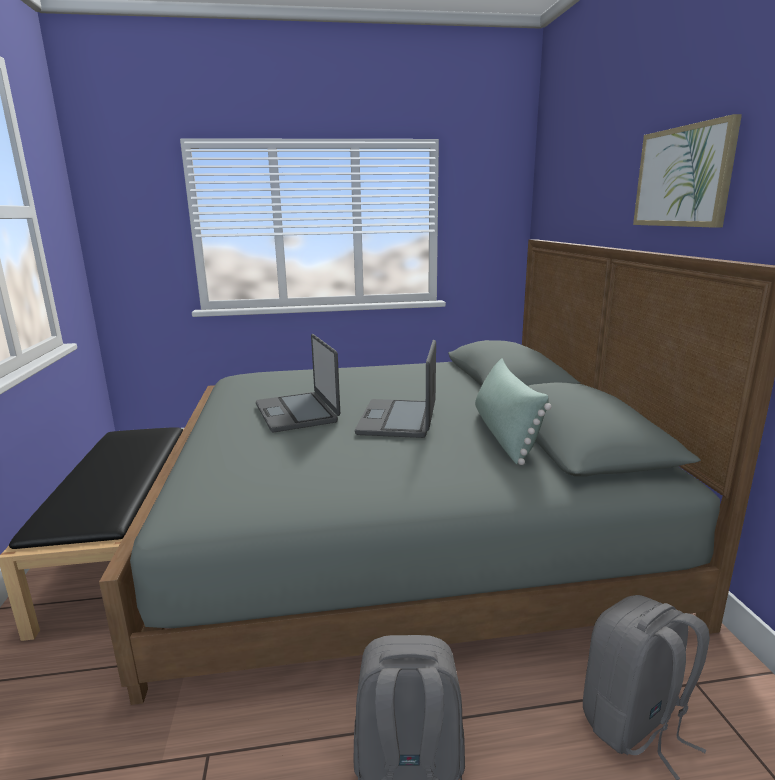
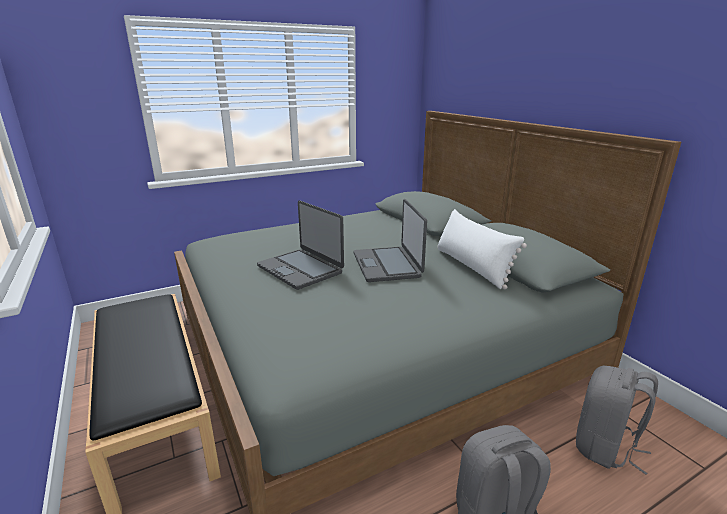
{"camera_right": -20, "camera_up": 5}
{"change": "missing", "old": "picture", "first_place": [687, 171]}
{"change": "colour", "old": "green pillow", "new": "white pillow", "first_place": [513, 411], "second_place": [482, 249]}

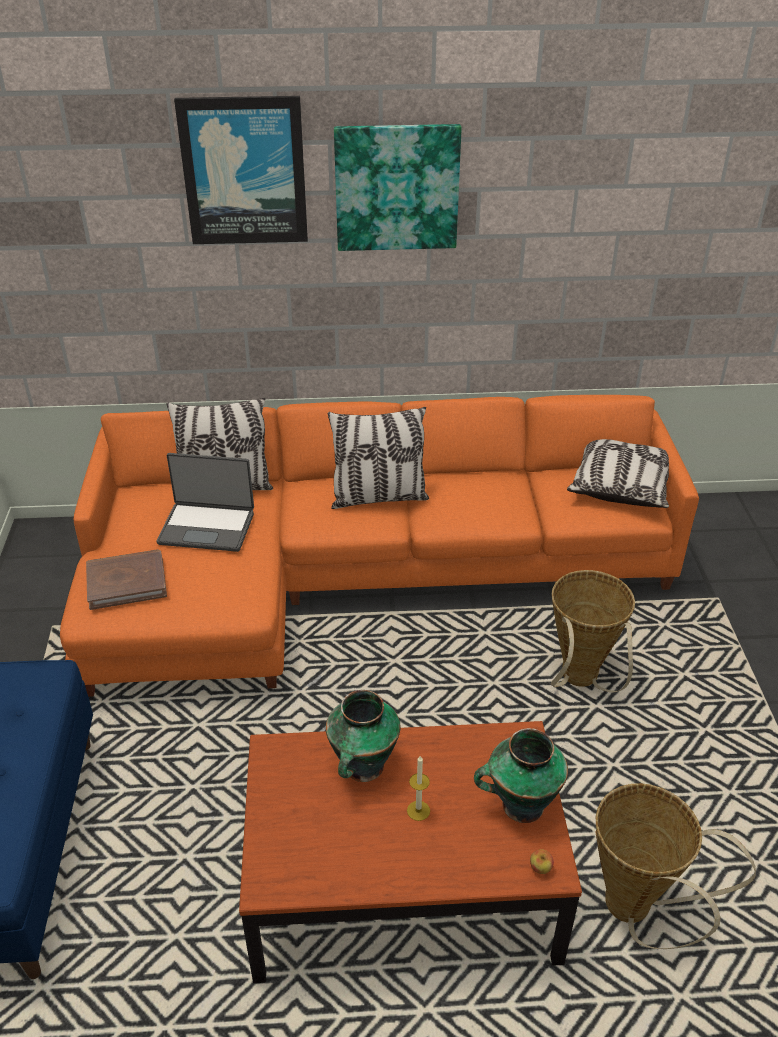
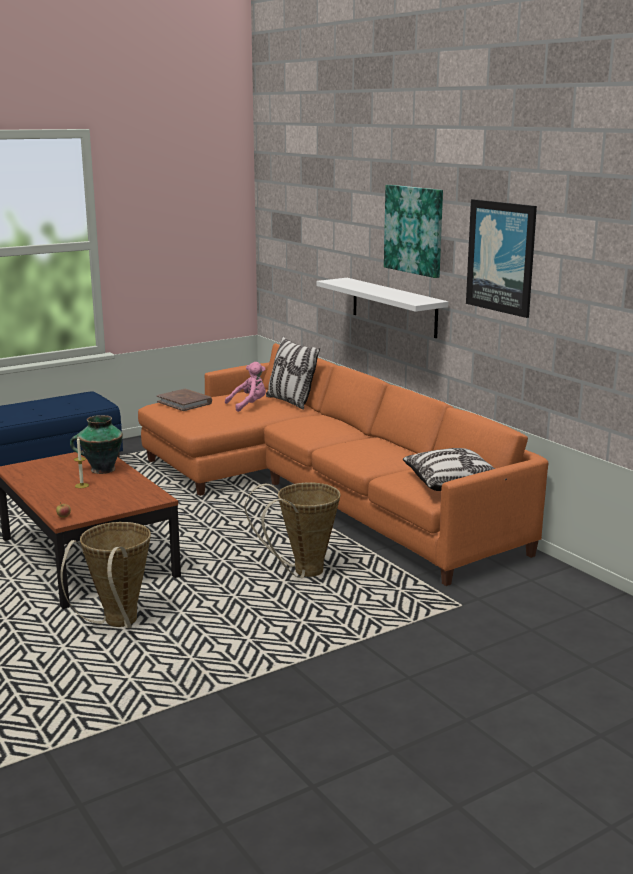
{"camera_right": 60, "camera_up": -20}
{"change": "missing", "old": "pillow", "first_place": [378, 458]}
{"change": "missing", "old": "vase", "first_place": [521, 775]}
{"change": "appeared", "new": "white shelf", "second_place": [382, 308]}
{"change": "relocated", "old": "picture", "first_place": [241, 170], "second_place": [501, 258]}
{"change": "exchanged", "old": "laptop", "new": "pink plush toy", "first_place": [205, 502], "second_place": [245, 387]}

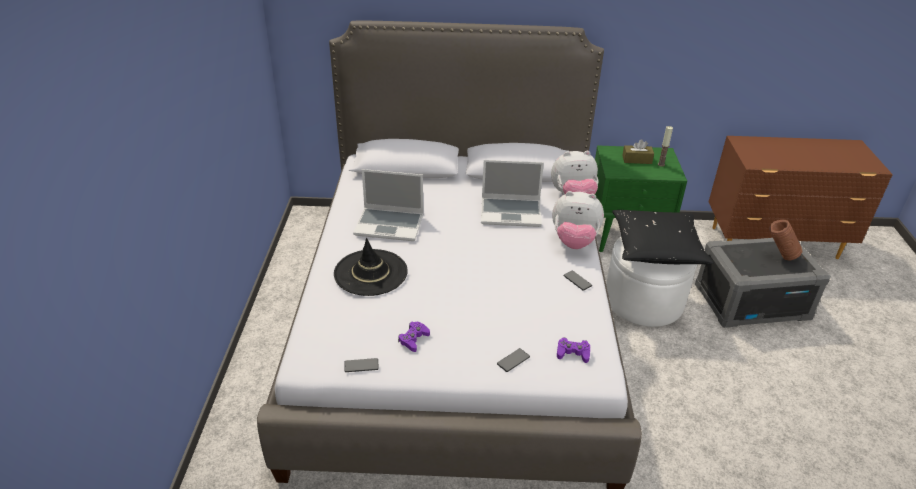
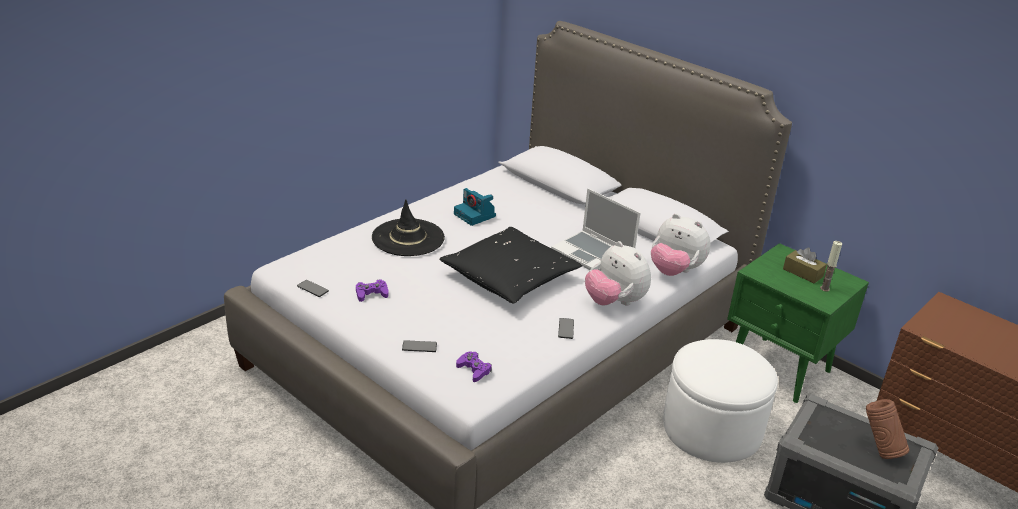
{"camera_right": 40, "camera_up": -5}
{"change": "relocated", "old": "black pillow", "first_place": [663, 237], "second_place": [510, 265]}
{"change": "exchanged", "old": "laptop", "new": "photo camera", "first_place": [388, 205], "second_place": [475, 207]}

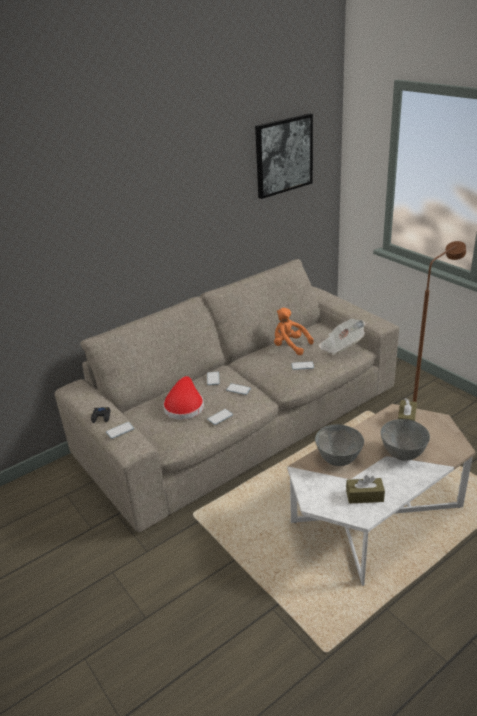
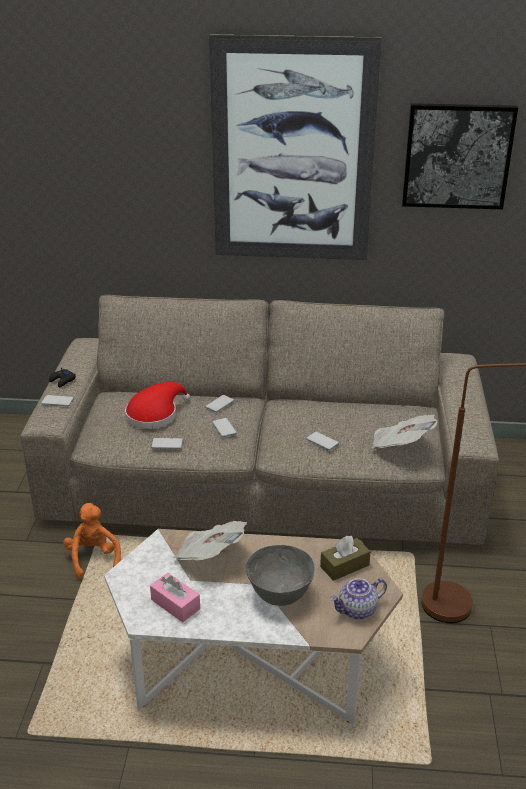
{"camera_right": 40, "camera_up": 0}
{"change": "appeared", "new": "picture", "second_place": [295, 147]}
{"change": "appeared", "new": "teapot", "second_place": [358, 598]}
{"change": "relocated", "old": "orange plush toy", "first_place": [294, 331], "second_place": [92, 541]}
{"change": "exchanged", "old": "grey bowl", "new": "newspaper", "first_place": [339, 445], "second_place": [210, 540]}
{"change": "colour", "old": "brown tissue box", "new": "pink tissue box", "first_place": [365, 489], "second_place": [175, 597]}

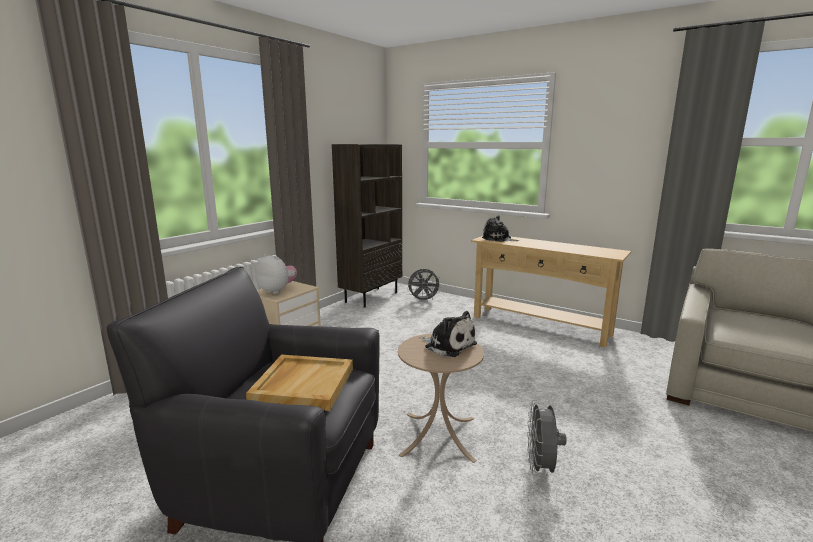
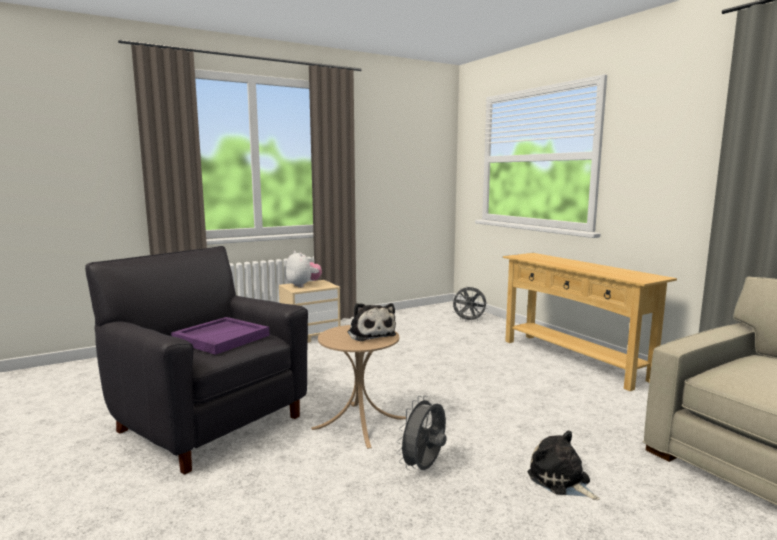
{"camera_right": 25, "camera_up": -5}
{"change": "missing", "old": "brown bookcase", "first_place": [367, 226]}
{"change": "relocated", "old": "plush toy", "first_place": [500, 228], "second_place": [564, 465]}
{"change": "colour", "old": "beige tray", "new": "purple tray", "first_place": [299, 383], "second_place": [220, 336]}

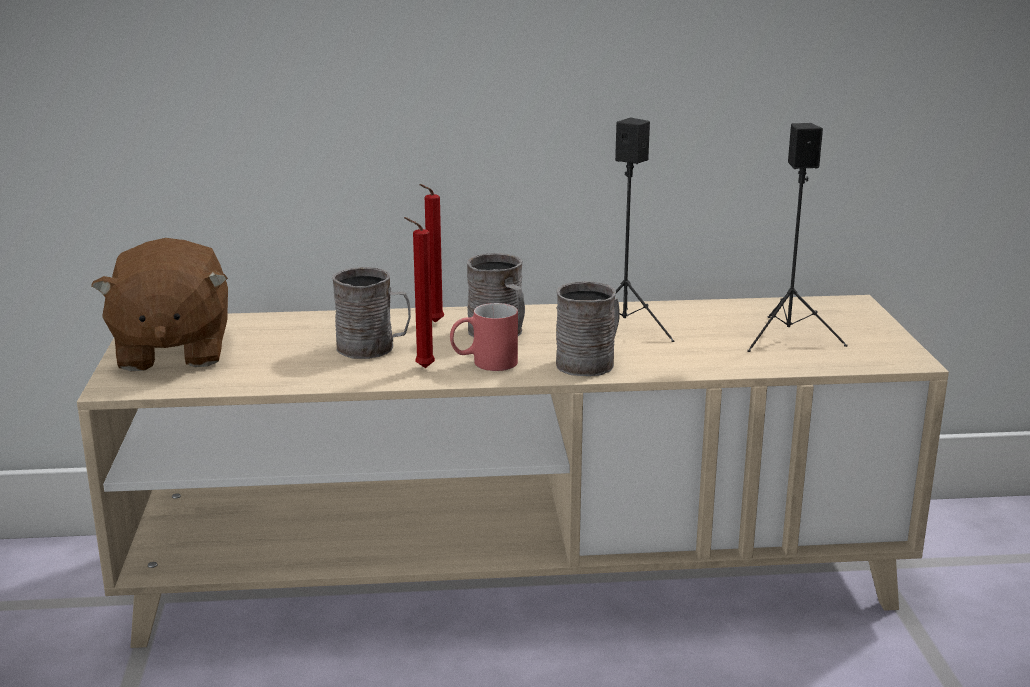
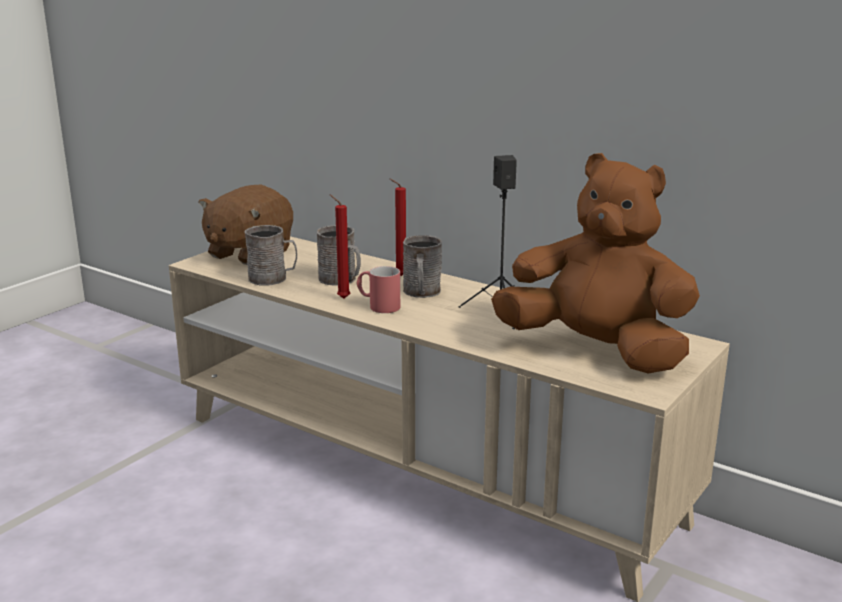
{"camera_right": 40, "camera_up": 0}
{"change": "relocated", "old": "grey mug", "first_place": [587, 328], "second_place": [270, 255]}
{"change": "exchanged", "old": "black speaker", "new": "brown plush toy", "first_place": [797, 237], "second_place": [595, 263]}

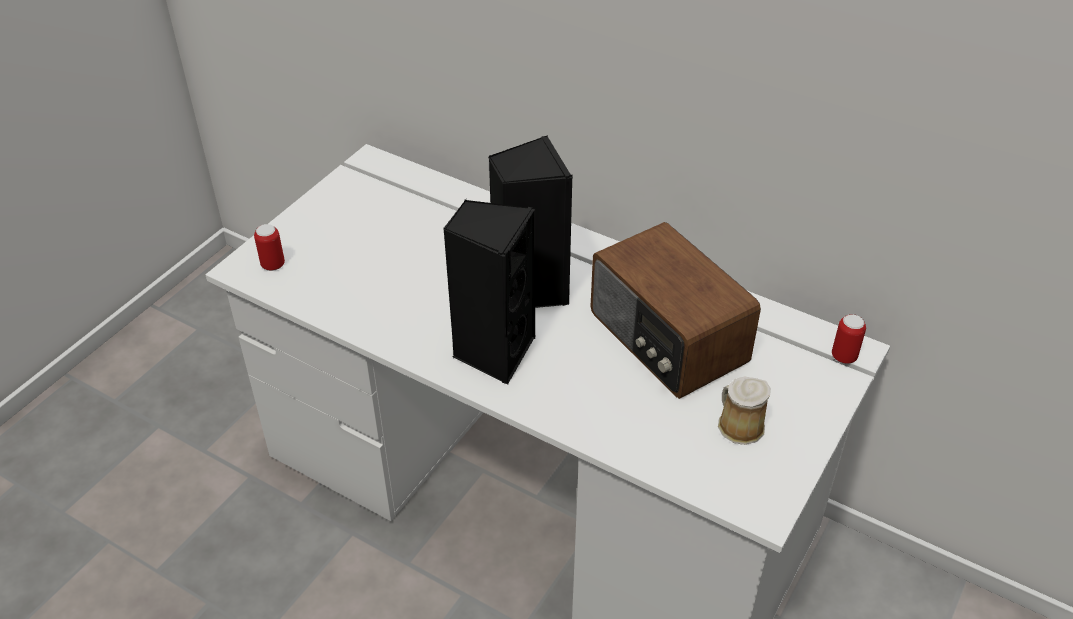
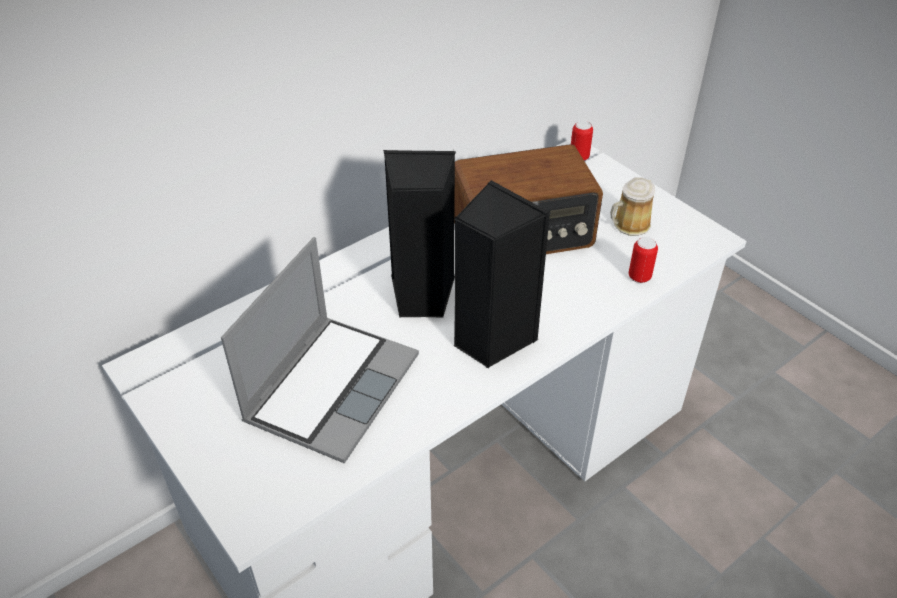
{"camera_right": -70, "camera_up": 0}
{"change": "appeared", "new": "laptop", "second_place": [320, 350]}
{"change": "relocated", "old": "can", "first_place": [269, 247], "second_place": [643, 260]}

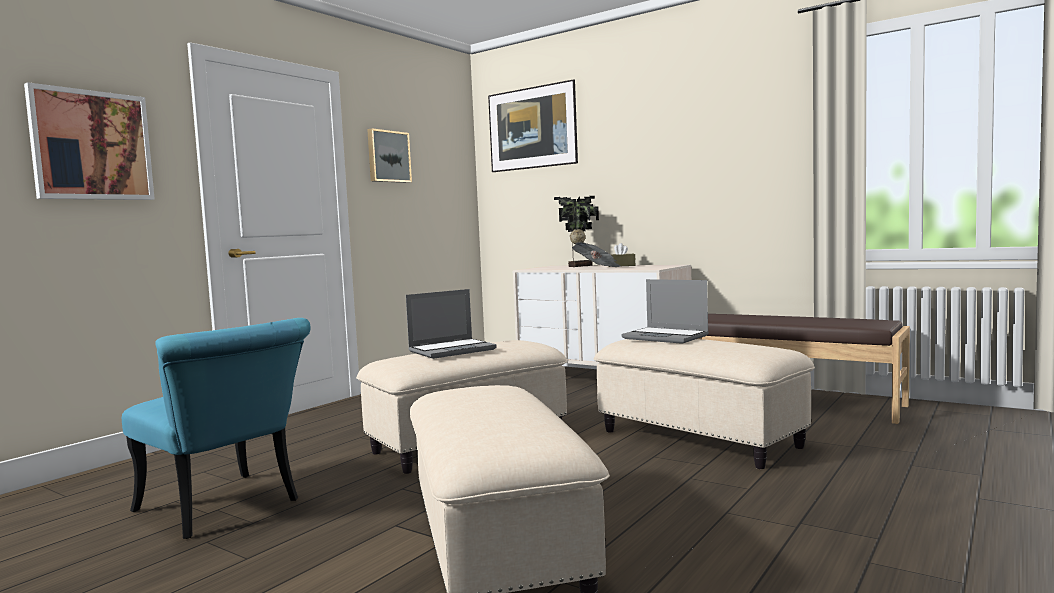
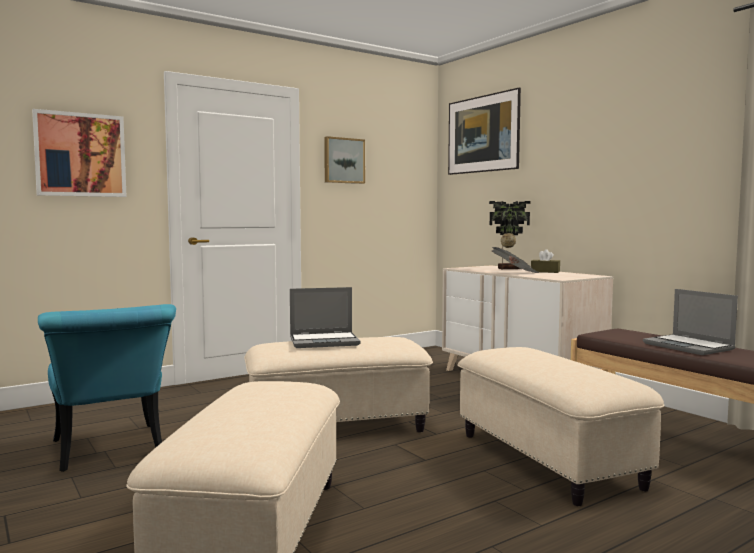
{"camera_right": 20, "camera_up": 0}
{"change": "relocated", "old": "laptop", "first_place": [665, 311], "second_place": [690, 322]}

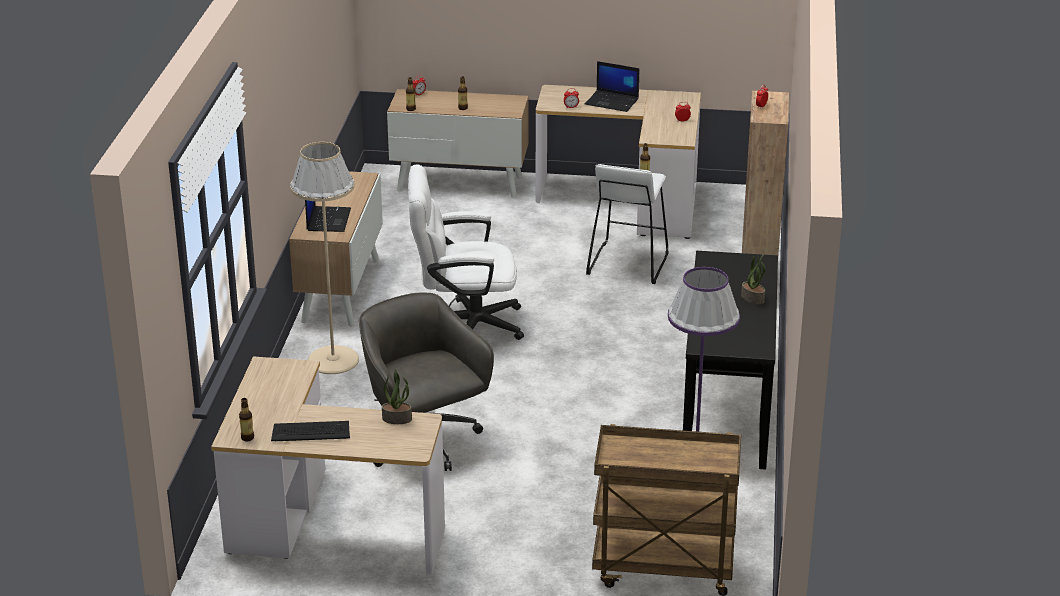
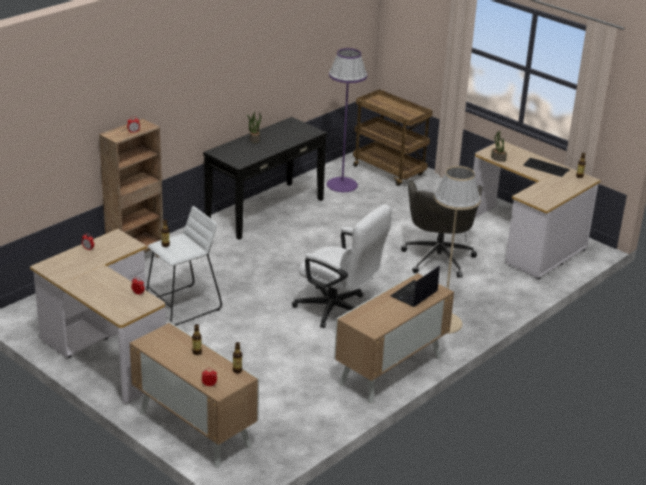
{"camera_right": -145, "camera_up": 0}
{"change": "missing", "old": "laptop", "first_place": [612, 86]}

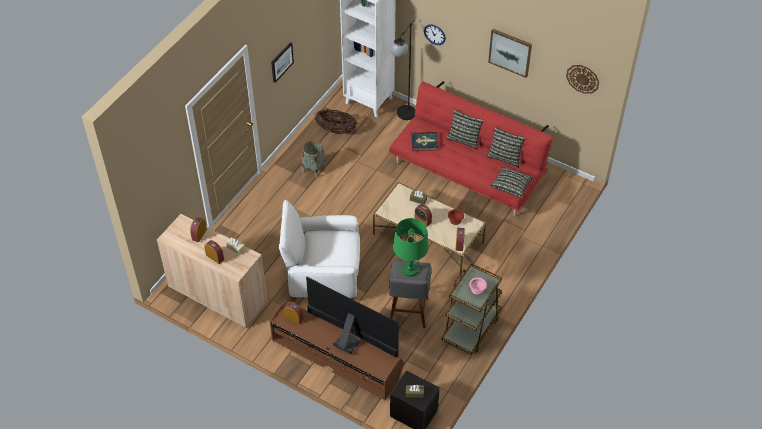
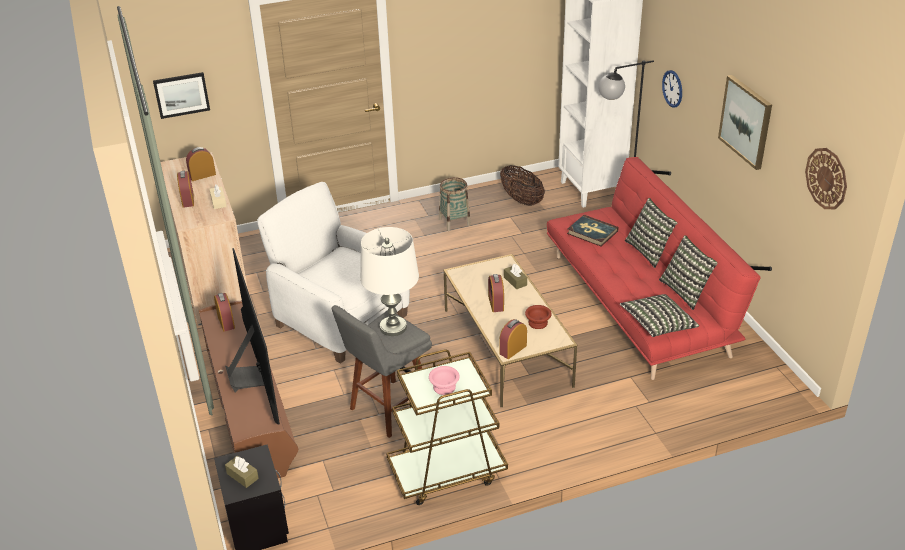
{"camera_right": 40, "camera_up": -15}
{"change": "relocated", "old": "picture", "first_place": [282, 62], "second_place": [181, 95]}
{"change": "colour", "old": "green table lamp", "new": "white table lamp", "first_place": [411, 247], "second_place": [389, 281]}

